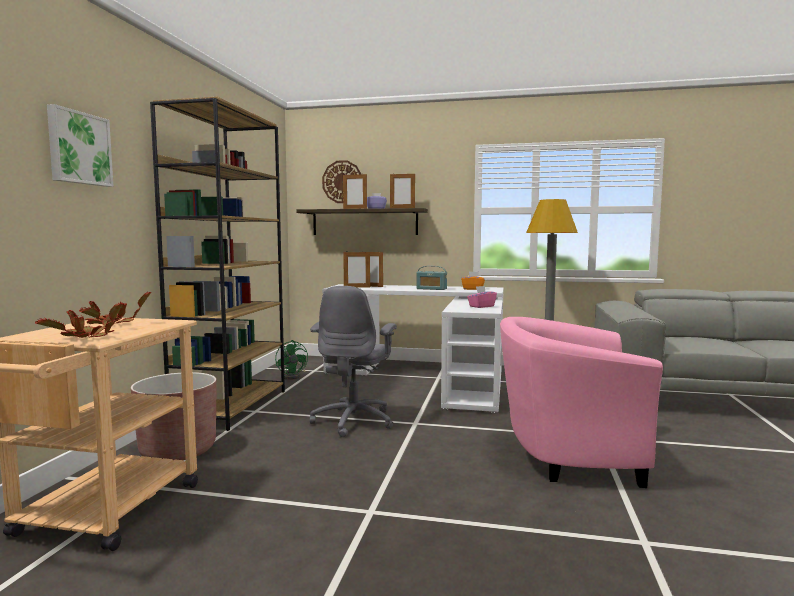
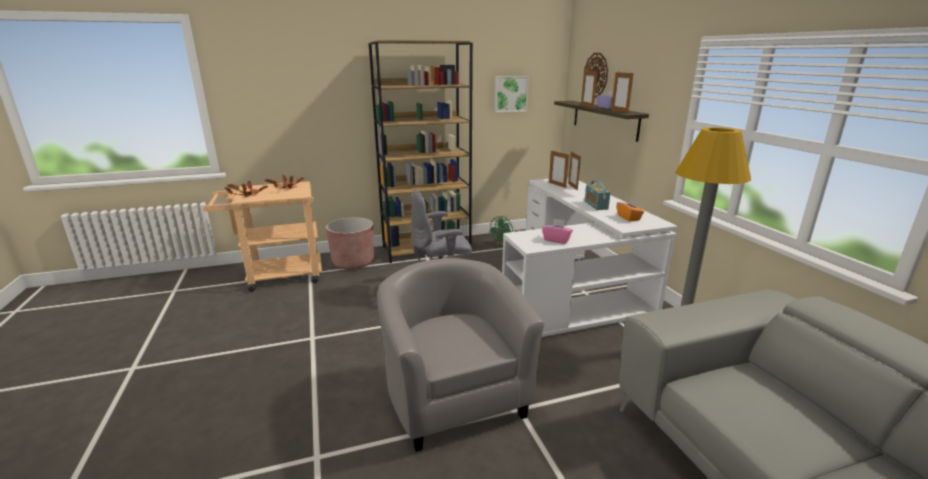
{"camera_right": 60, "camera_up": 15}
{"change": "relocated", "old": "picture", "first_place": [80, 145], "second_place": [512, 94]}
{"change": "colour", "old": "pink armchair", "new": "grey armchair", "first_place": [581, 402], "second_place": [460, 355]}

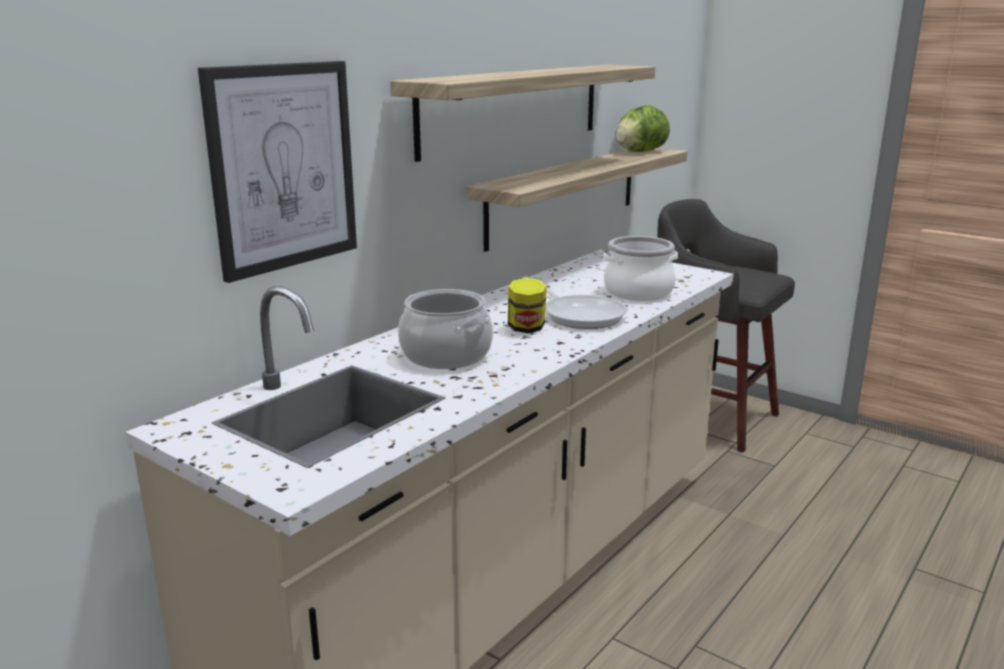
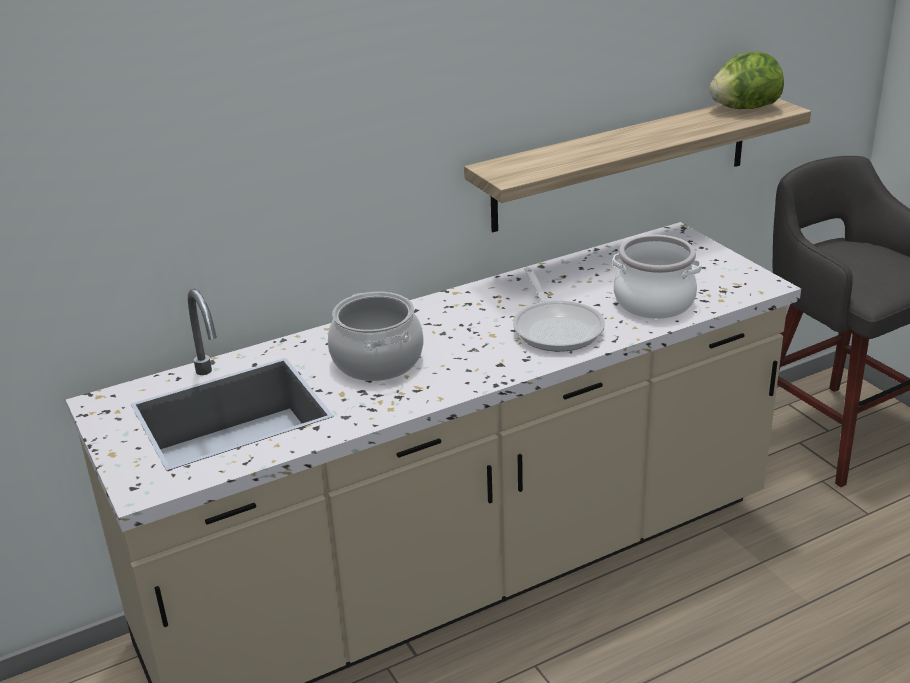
{"camera_right": 25, "camera_up": 10}
{"change": "missing", "old": "picture", "first_place": [277, 172]}
{"change": "missing", "old": "shelf", "first_place": [522, 113]}
{"change": "missing", "old": "jar", "first_place": [527, 305]}

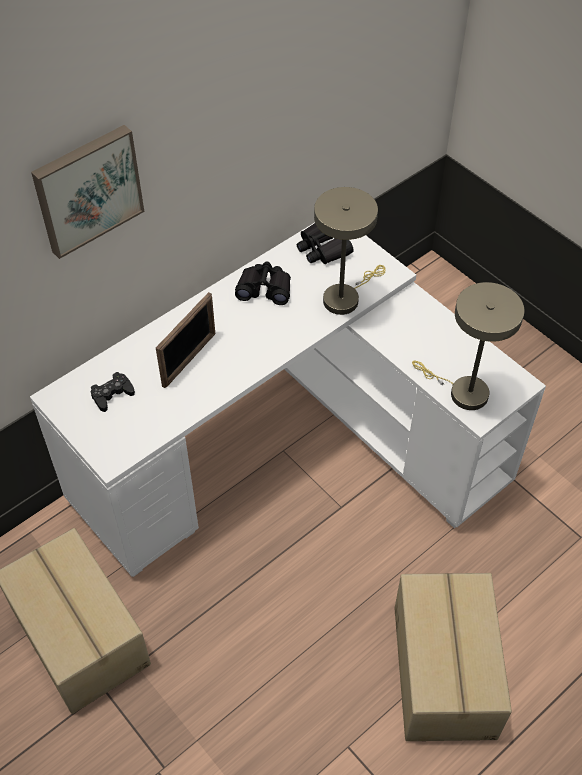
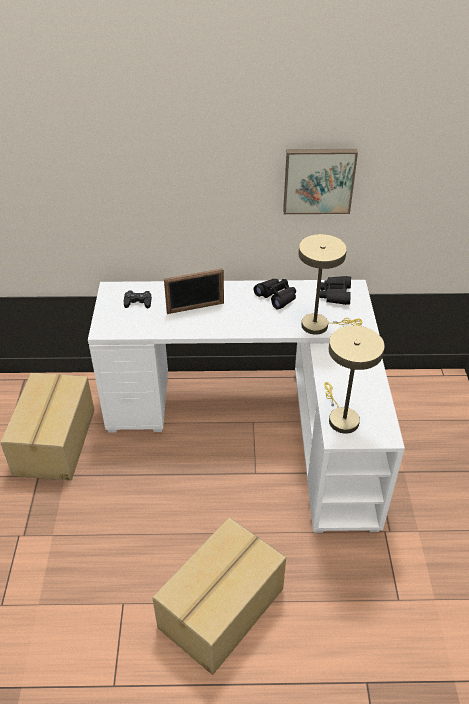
{"camera_right": 40, "camera_up": -10}
{"change": "relocated", "old": "picture", "first_place": [87, 192], "second_place": [320, 181]}

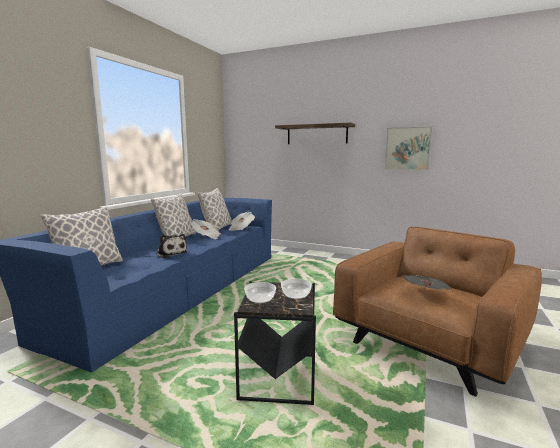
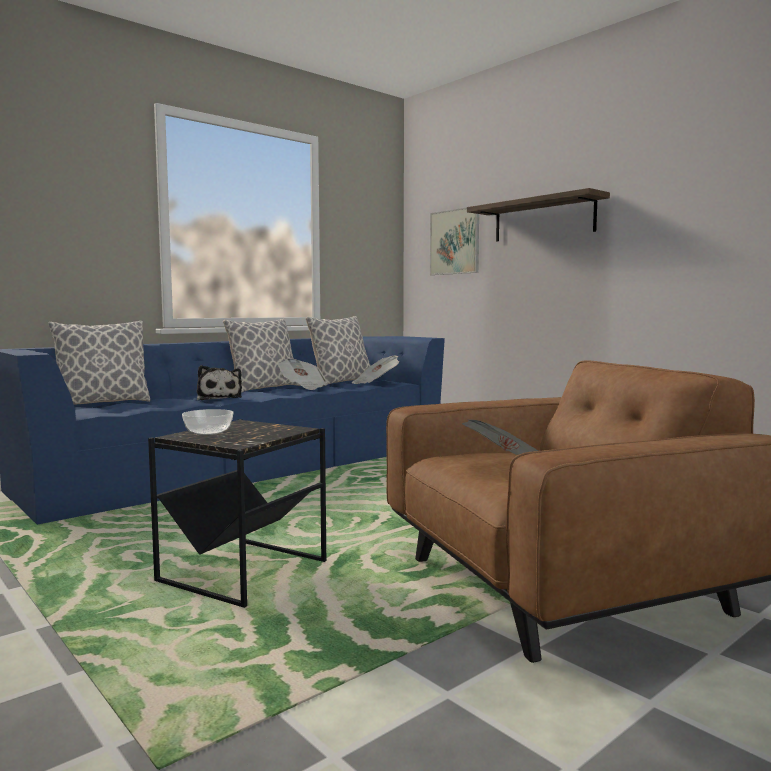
{"camera_right": 25, "camera_up": -5}
{"change": "missing", "old": "bowl", "first_place": [296, 289]}
{"change": "relocated", "old": "picture", "first_place": [408, 148], "second_place": [454, 241]}

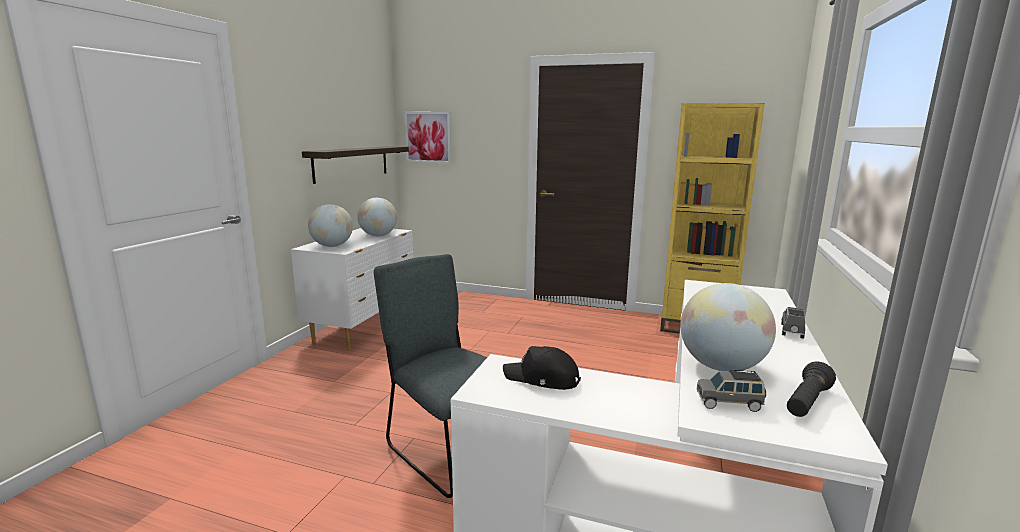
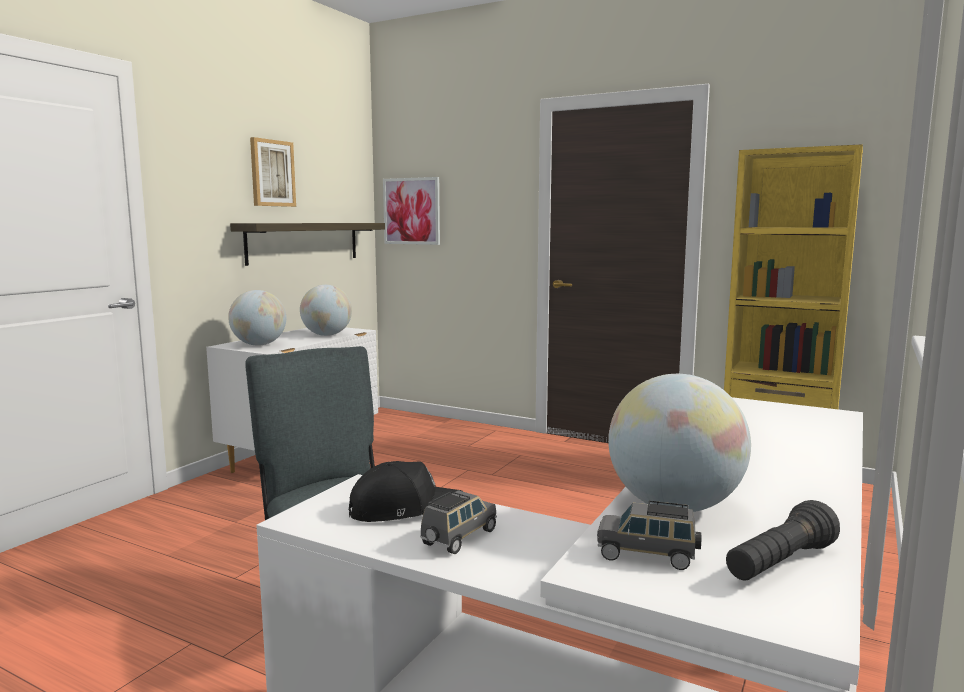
{"camera_right": 10, "camera_up": -5}
{"change": "appeared", "new": "picture", "second_place": [273, 172]}
{"change": "relocated", "old": "grey toy car", "first_place": [793, 322], "second_place": [458, 522]}
{"change": "spun", "old": "black cap", "first_place": [542, 368], "second_place": [406, 491], "degrees": 135}

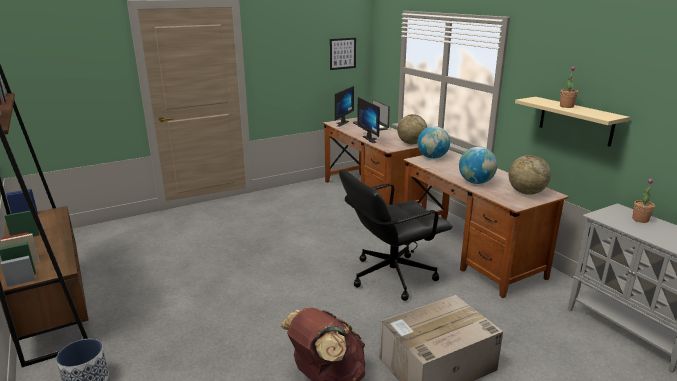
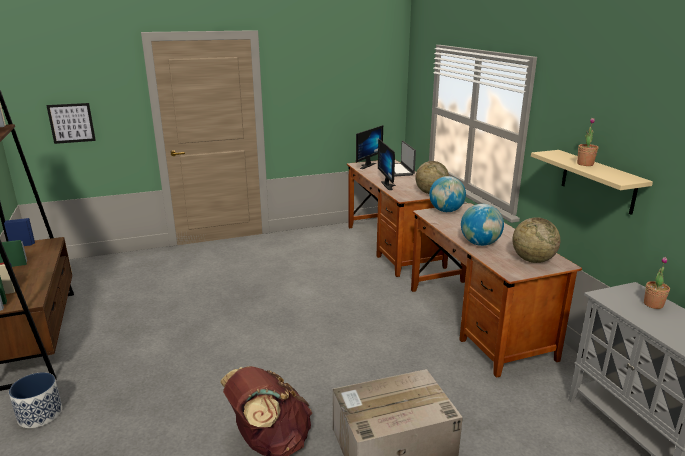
{"camera_right": 10, "camera_up": 0}
{"change": "missing", "old": "black office chair", "first_place": [396, 235]}
{"change": "relocated", "old": "picture", "first_place": [343, 54], "second_place": [71, 123]}

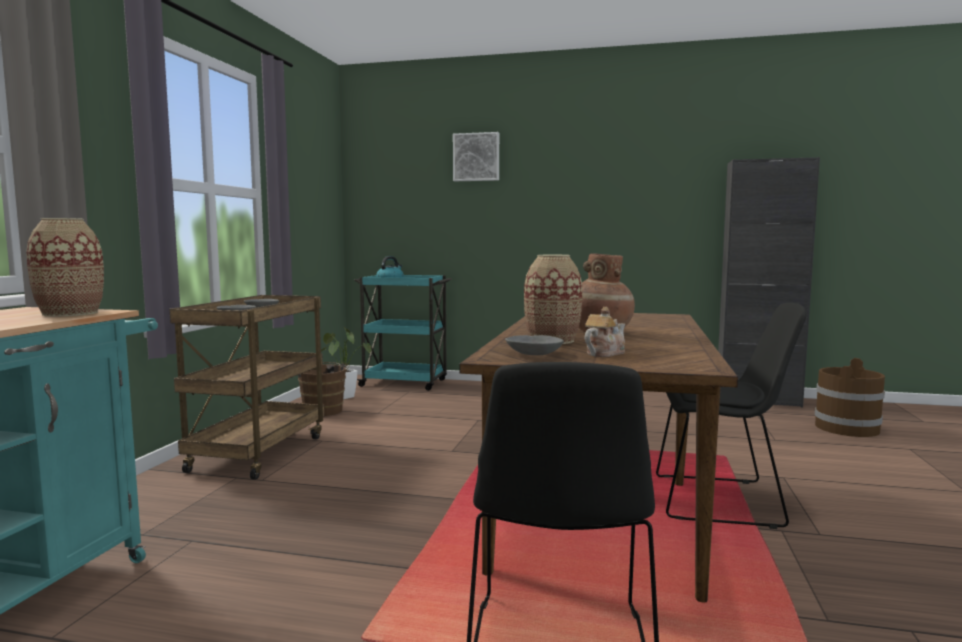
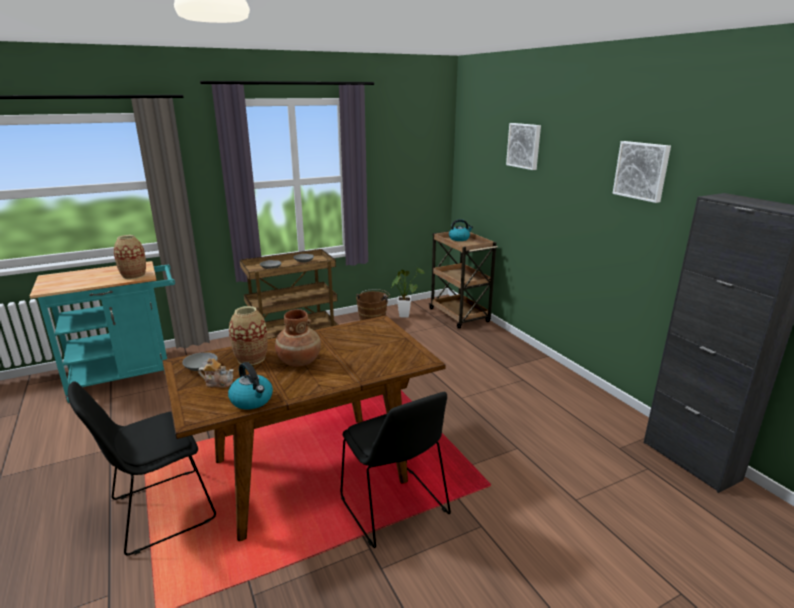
{"camera_right": 50, "camera_up": 15}
{"change": "missing", "old": "brown bucket", "first_place": [850, 397]}
{"change": "appeared", "new": "kettle", "second_place": [250, 385]}
{"change": "appeared", "new": "picture", "second_place": [641, 172]}
{"change": "colour", "old": "turquoise cart", "new": "brown cart", "first_place": [403, 333], "second_place": [463, 280]}

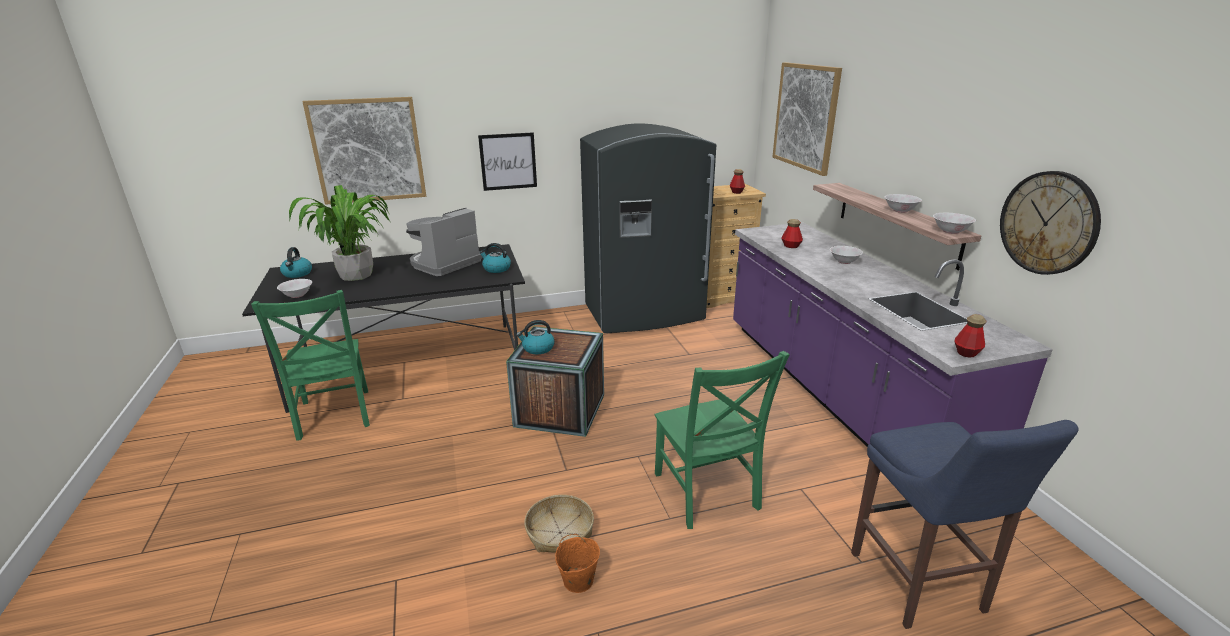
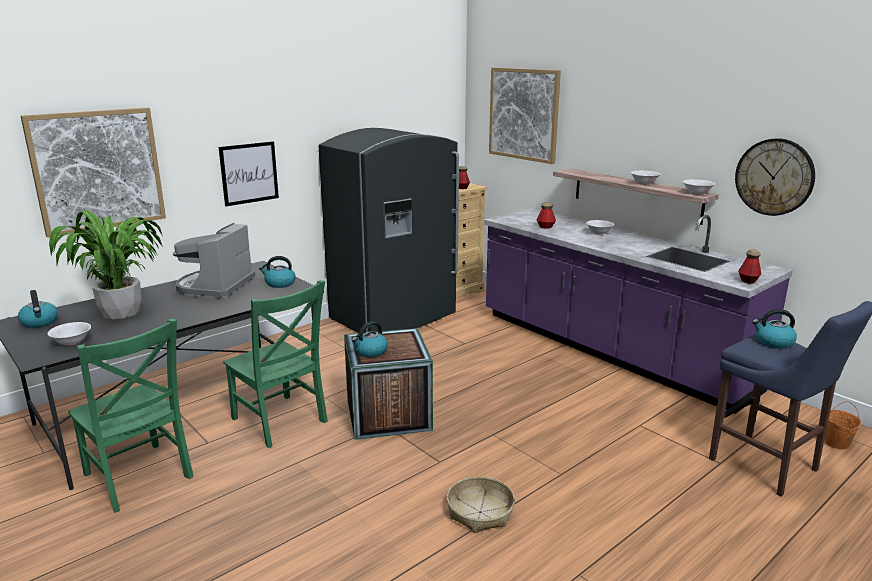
{"camera_right": -25, "camera_up": -5}
{"change": "appeared", "new": "kettle", "second_place": [774, 329]}
{"change": "relocated", "old": "orange bucket", "first_place": [577, 563], "second_place": [842, 425]}
{"change": "relocated", "old": "green chair", "first_place": [722, 440], "second_place": [275, 364]}

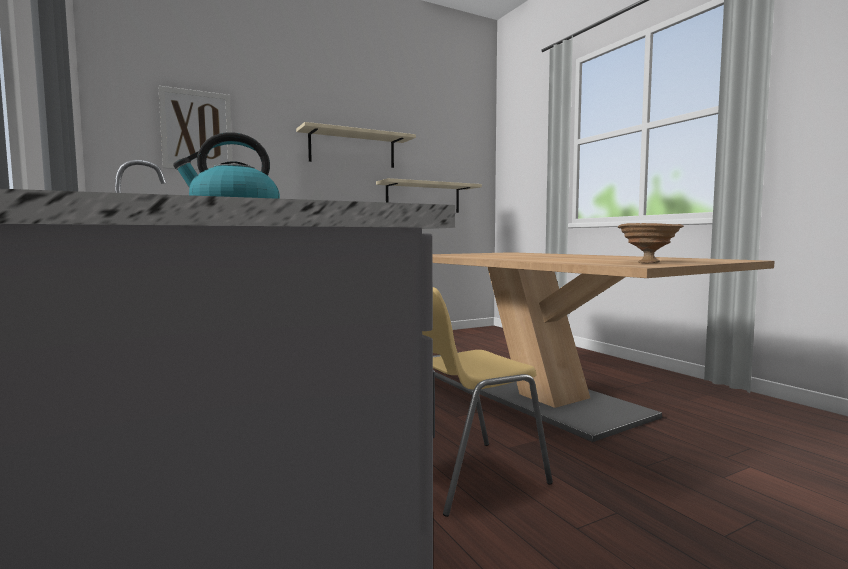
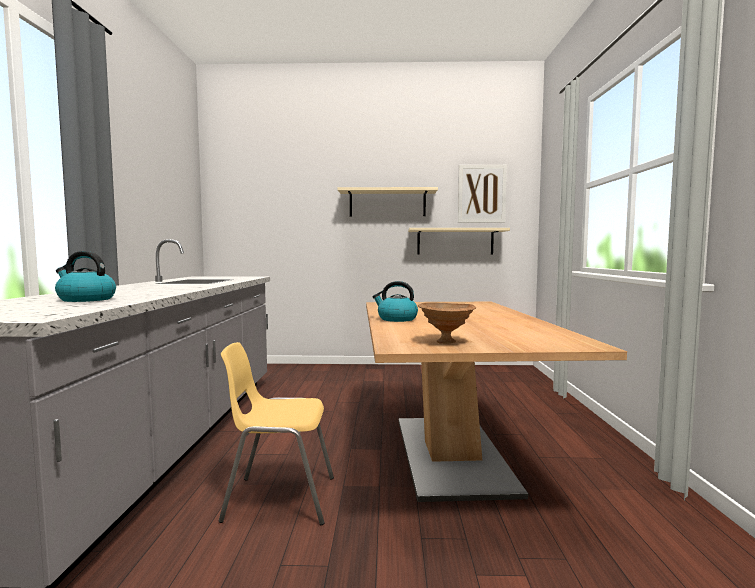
{"camera_right": 30, "camera_up": 0}
{"change": "appeared", "new": "kettle", "second_place": [395, 301]}
{"change": "relocated", "old": "picture", "first_place": [195, 128], "second_place": [482, 194]}

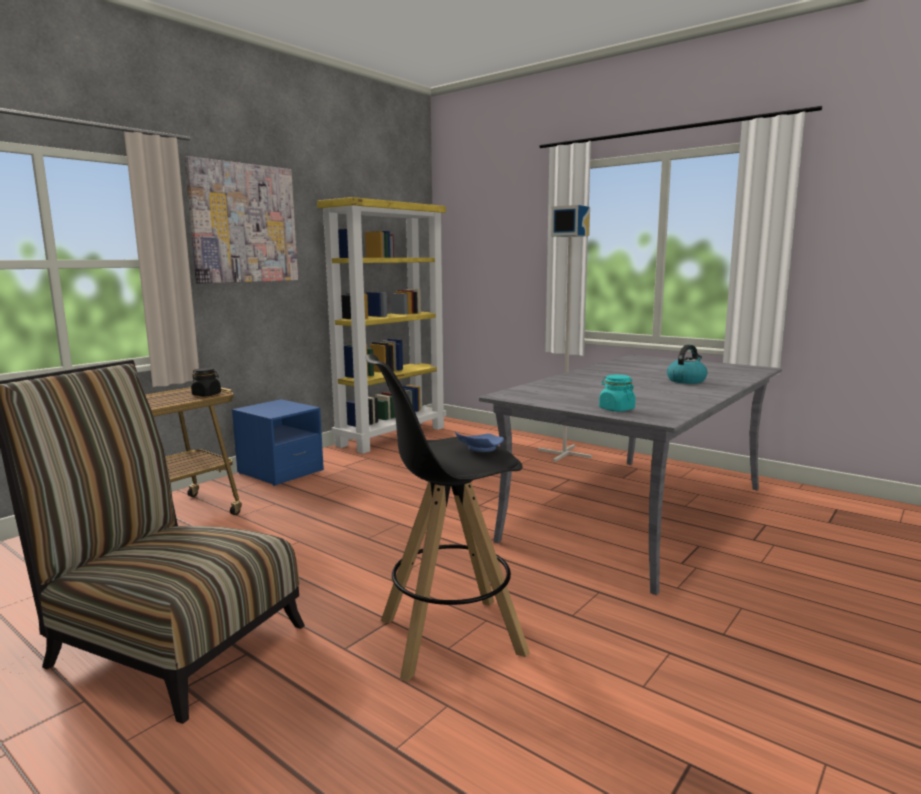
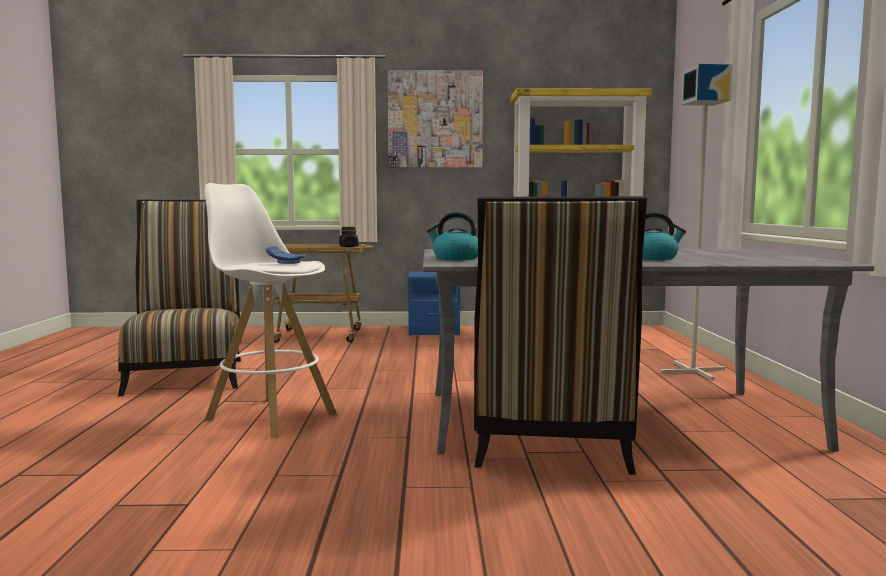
{"camera_right": 50, "camera_up": -5}
{"change": "appeared", "new": "chair", "second_place": [560, 335]}
{"change": "exchanged", "old": "turquoise jar", "new": "kettle", "first_place": [617, 393], "second_place": [452, 236]}
{"change": "colour", "old": "black stool", "new": "white stool", "first_place": [448, 517], "second_place": [270, 310]}

